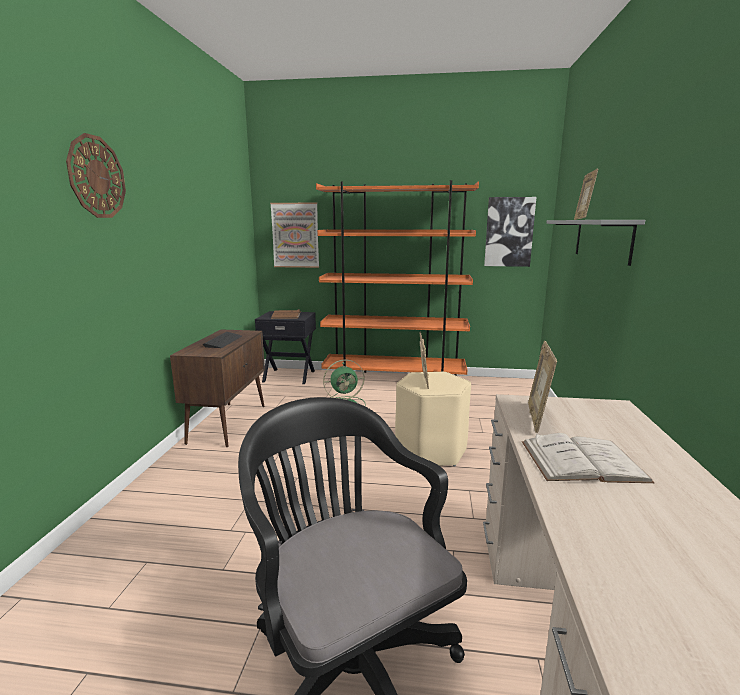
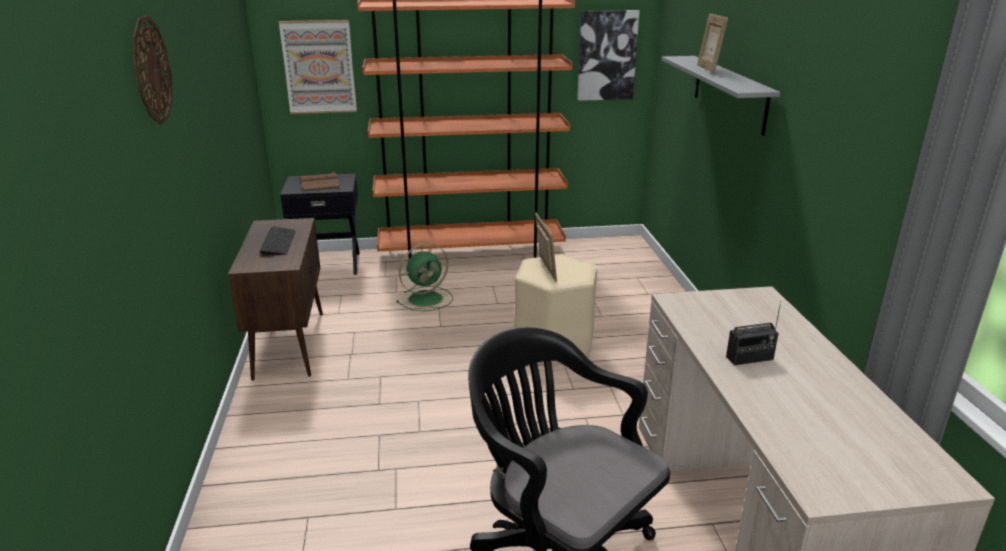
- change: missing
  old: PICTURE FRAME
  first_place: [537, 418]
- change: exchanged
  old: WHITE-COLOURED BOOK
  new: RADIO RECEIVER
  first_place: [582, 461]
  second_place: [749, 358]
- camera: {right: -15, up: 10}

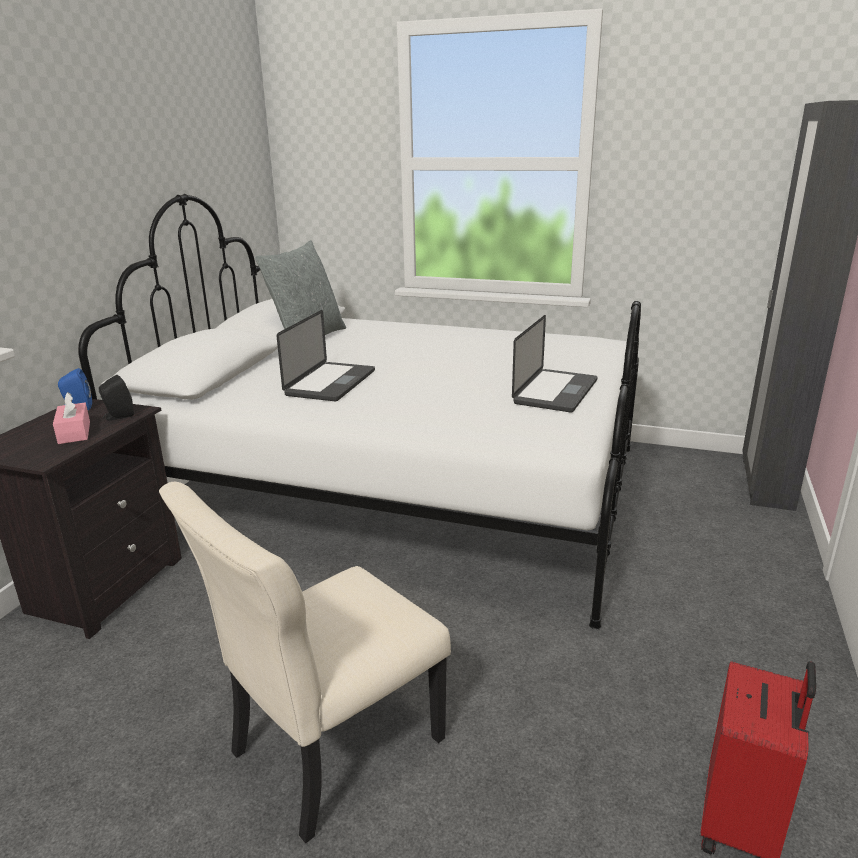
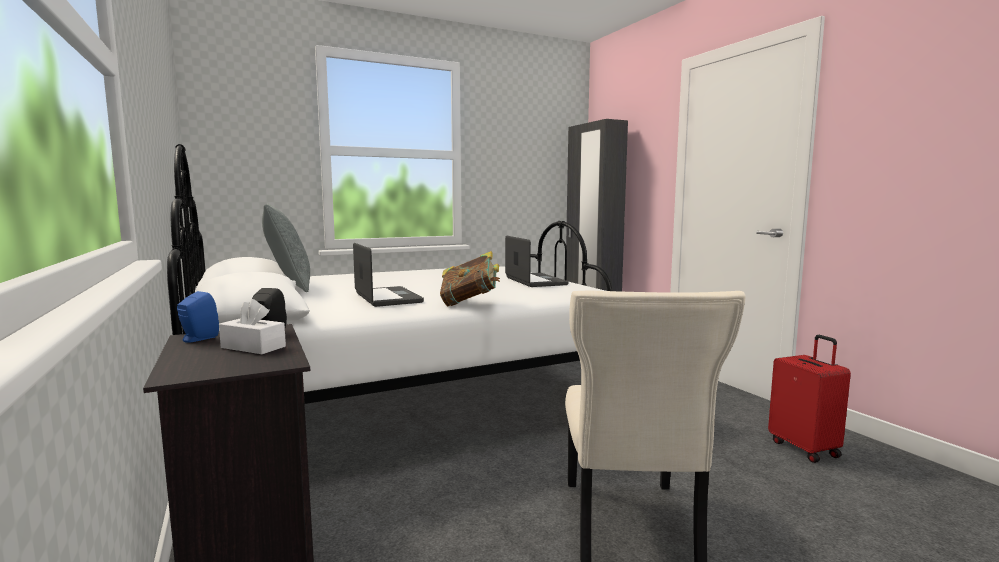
- change: appeared
  new: BOOK
  second_place: [470, 303]
- change: colour
  old: PINKISH TISSUE BOX
  new: WHITE-COLOURED TISSUE BOX
  first_place: [74, 432]
  second_place: [253, 347]
- camera: {right: -45, up: -15}

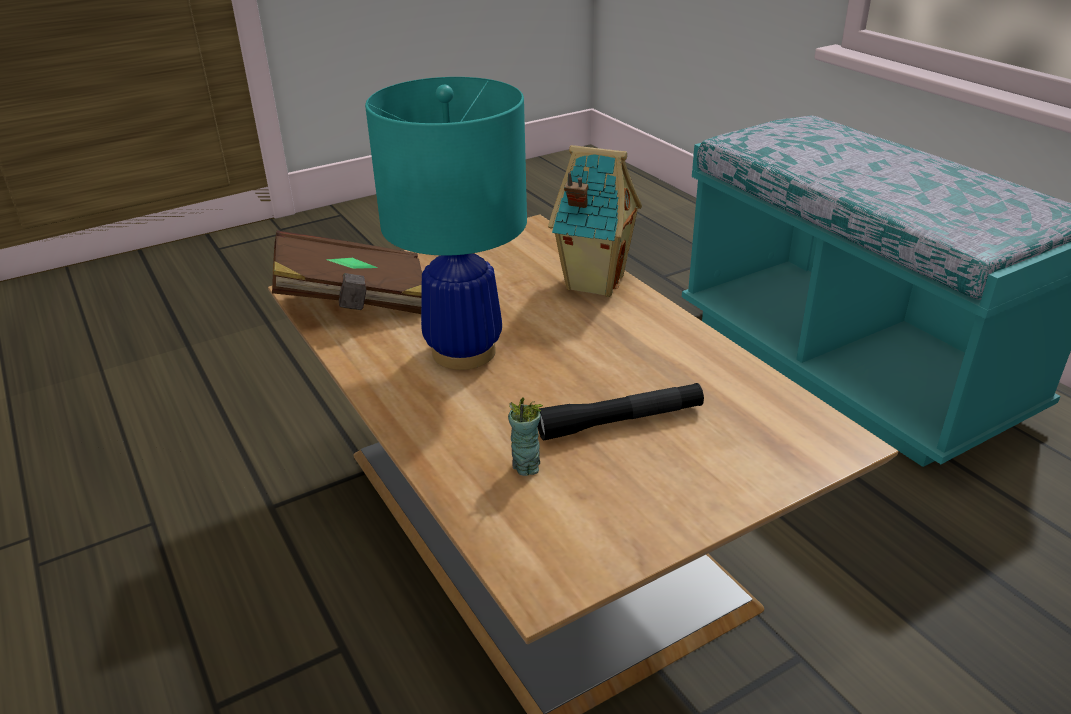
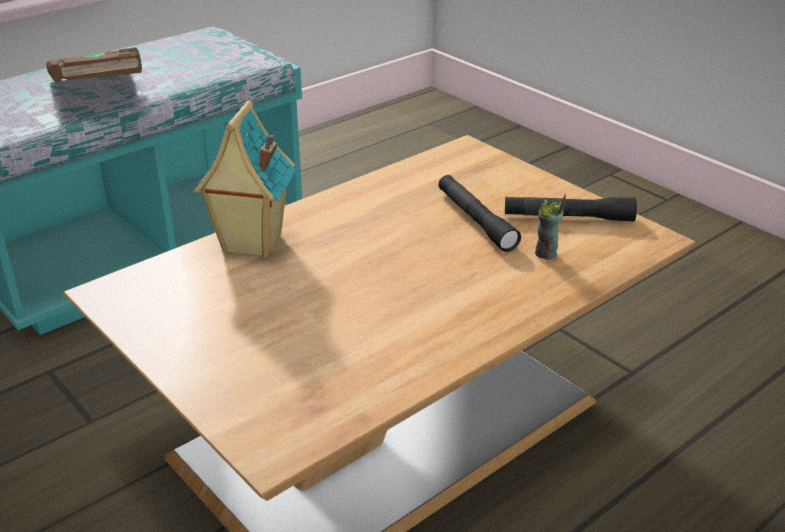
- change: missing
  old: TURQUOISE TABLETOP LAMP
  first_place: [463, 352]
- change: appeared
  new: BLACKISH HAND TORCH
  second_place: [568, 217]
- change: relocated
  old: BROWN BOOK
  first_place: [354, 301]
  second_place: [100, 91]
- camera: {right: -100, up: 0}

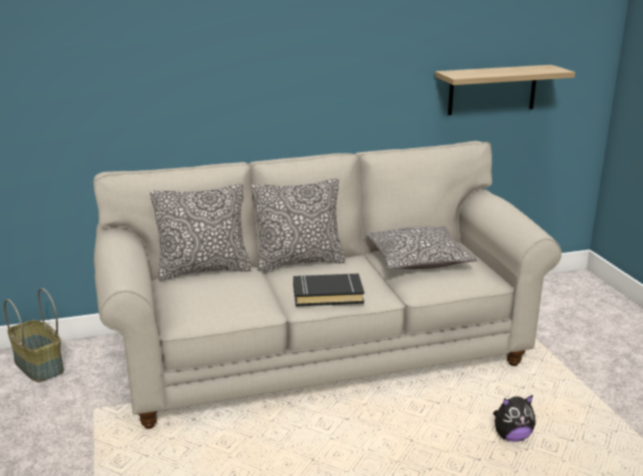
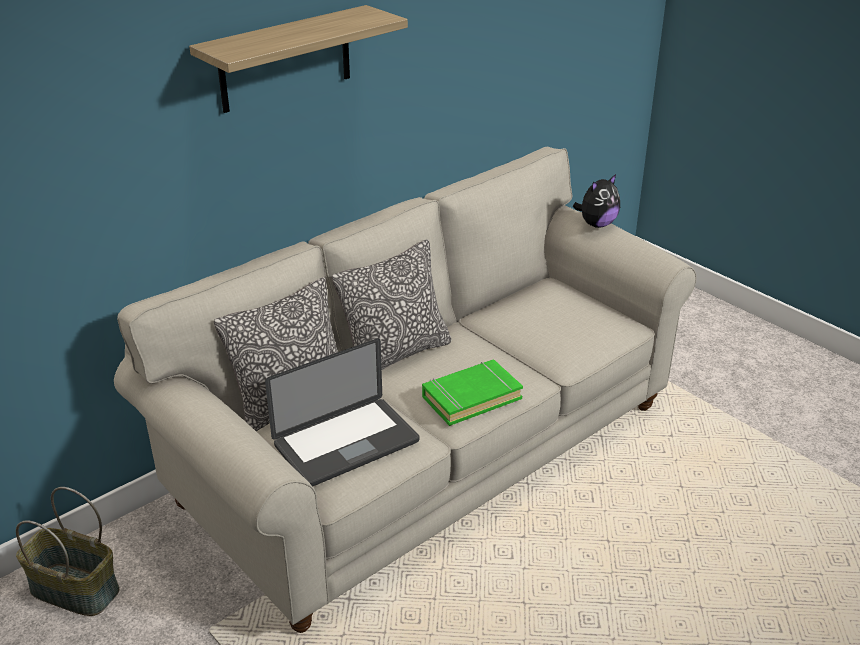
- change: missing
  old: CUSHION
  first_place: [418, 260]
- change: appeared
  new: NOTEBOOK COMPUTER
  second_place: [346, 443]
- change: relocated
  old: WALL SHELF
  first_place: [492, 90]
  second_place: [285, 59]
- change: relocated
  old: CUDDLY TOY
  first_place: [511, 437]
  second_place: [596, 224]
- change: colour
  old: BLACKISH BOOK
  new: GREEN BOOK
  first_place: [327, 295]
  second_place: [471, 397]
- camera: {right: -25, up: 10}

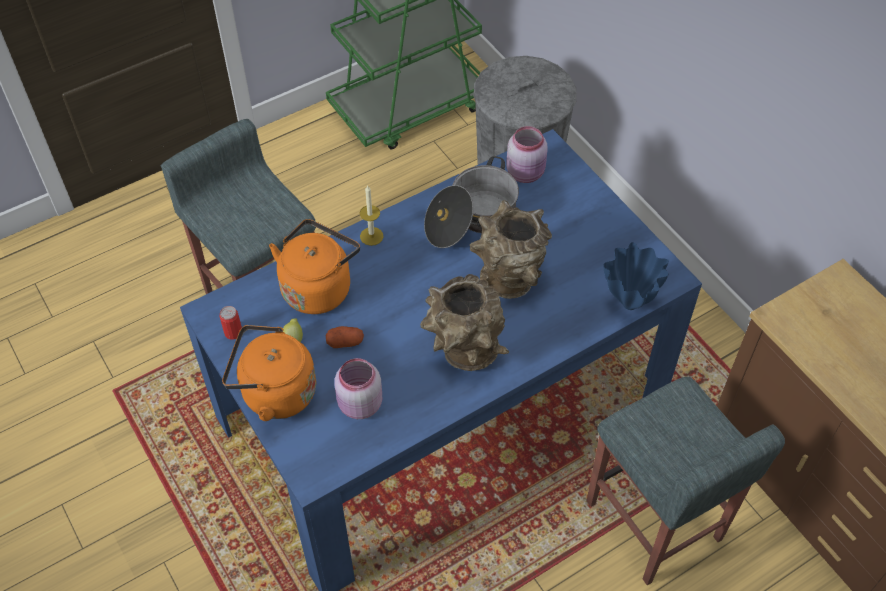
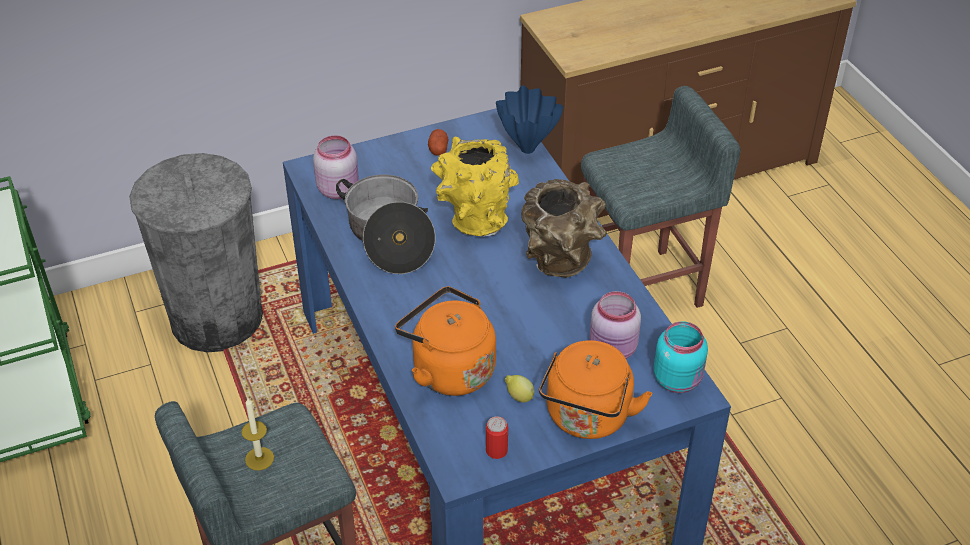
- change: appeared
  new: TURQUOISE PRESERVE JAR
  second_place: [678, 379]
- change: relocated
  old: SPUD
  first_place: [345, 342]
  second_place: [438, 149]
- change: relocated
  old: WAX LIGHT
  first_place: [371, 236]
  second_place: [259, 458]
- change: colour
  old: BROWN DECORATIVE VASE
  new: YELLOW DECORATIVE VASE
  first_place: [508, 276]
  second_place: [473, 221]
- camera: {right: -80, up: -10}

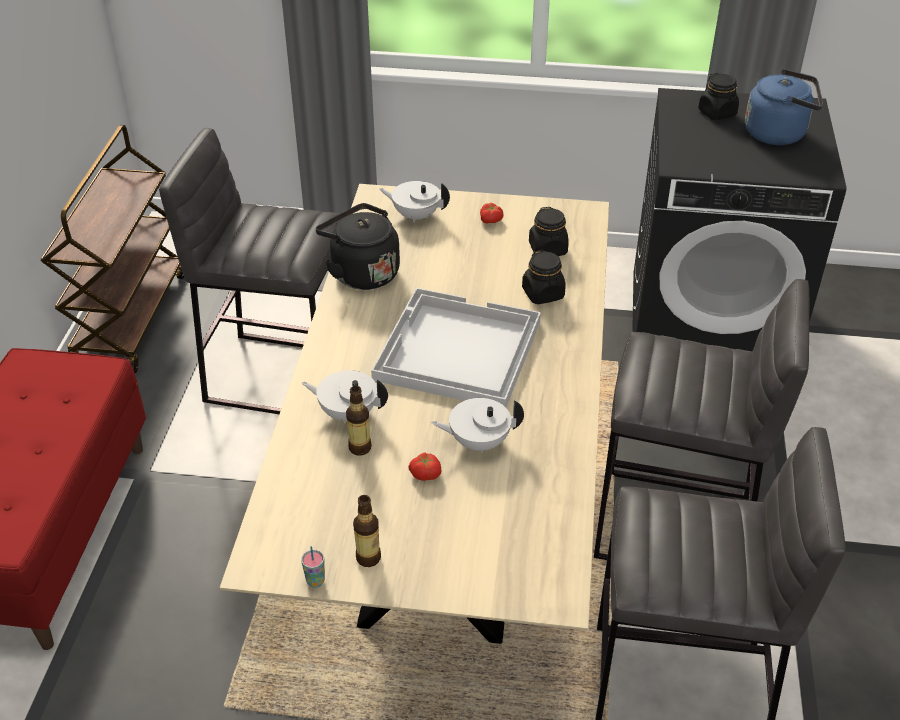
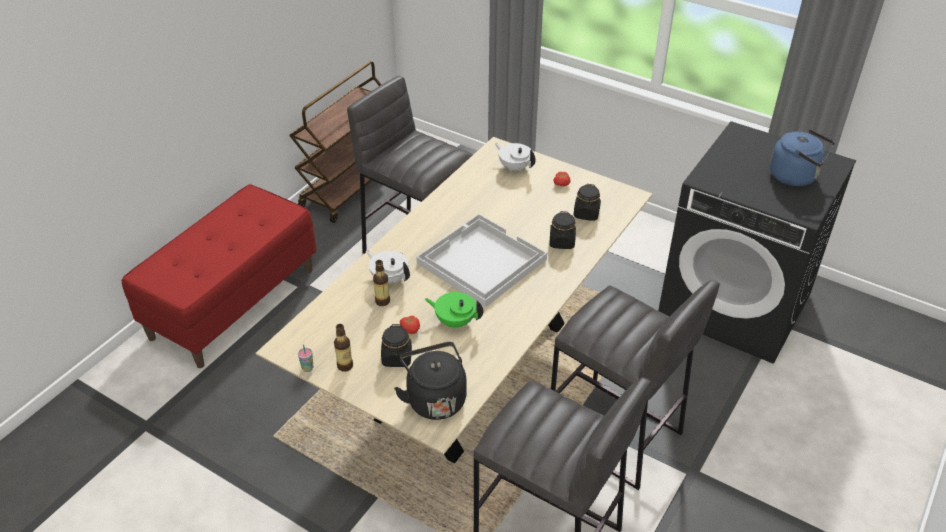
- change: relocated
  old: BLACKISH KETTLE
  first_place: [361, 272]
  second_place: [434, 398]
- change: relocated
  old: BLACKISH PRESERVE JAR
  first_place: [717, 113]
  second_place: [397, 358]
- change: colour
  old: WHITE-COLOURED TEA POT
  new: GREEN TEA POT
  first_place: [478, 442]
  second_place: [455, 321]
- camera: {right: 25, up: 0}

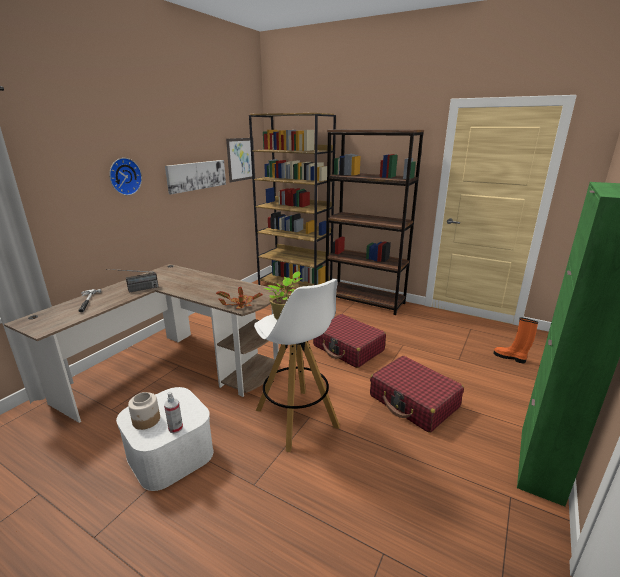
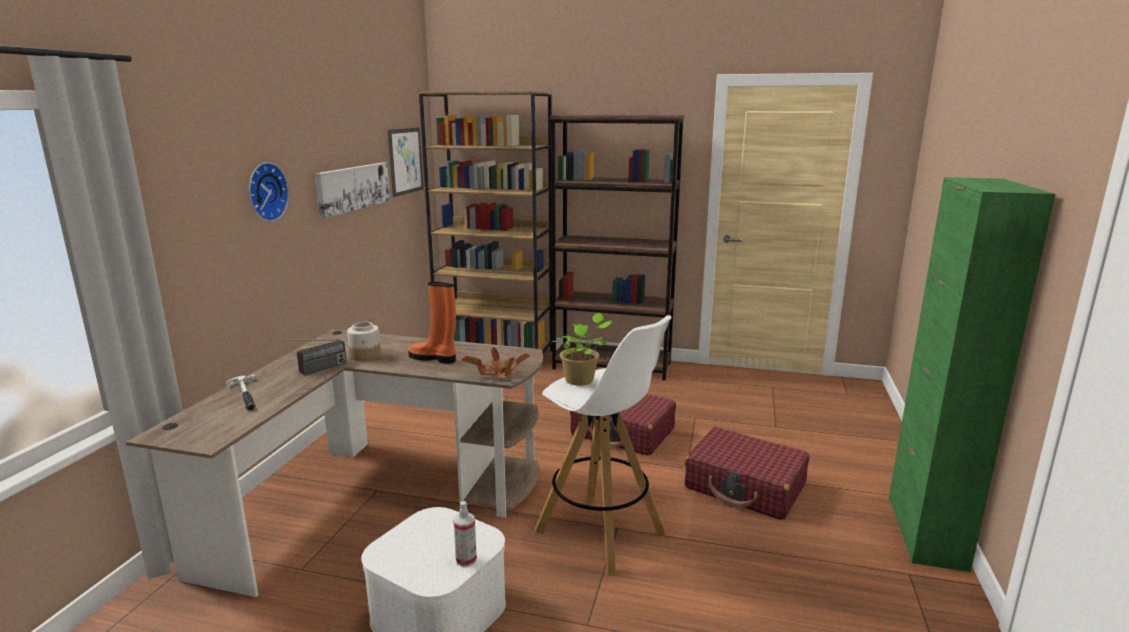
- change: relocated
  old: PRESERVE JAR
  first_place: [146, 420]
  second_place: [365, 355]
- change: relocated
  old: ORANGEY TALL BOOT
  first_place: [510, 357]
  second_place: [434, 358]
- camera: {right: -15, up: -5}

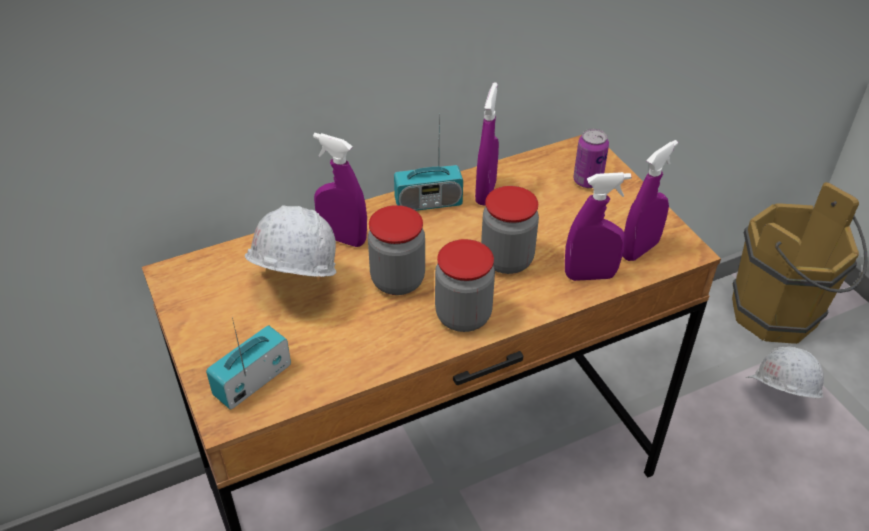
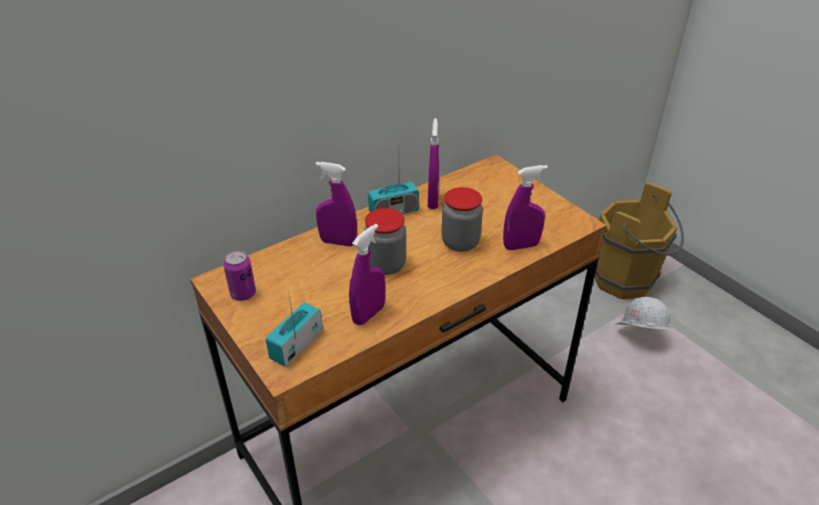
- change: missing
  old: WHITE-COLOURED WORK HELMET
  first_place: [293, 291]
- change: missing
  old: PRESERVE JAR
  first_place: [463, 316]
- change: relocated
  old: CAN
  first_place: [587, 181]
  second_place: [243, 294]
- change: relocated
  old: PURPLISH HAND SPRAYER
  first_place: [639, 249]
  second_place: [368, 314]
- camera: {right: -10, up: -5}

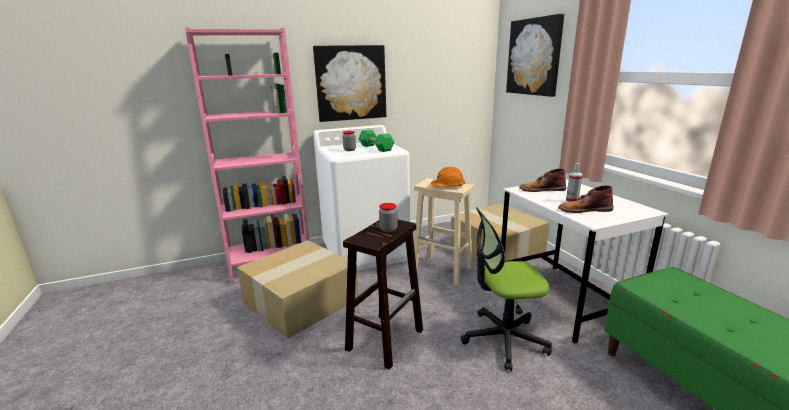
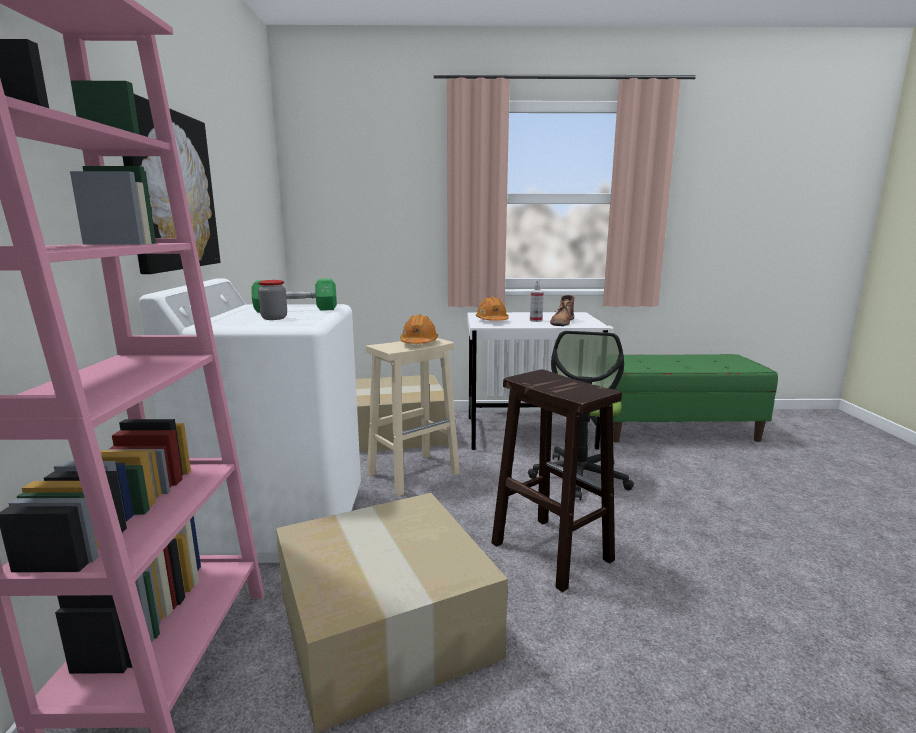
- change: missing
  old: PRESERVE JAR
  first_place: [388, 229]
- change: missing
  old: PICTURE
  first_place: [534, 57]
- change: exchanged
  old: BROWN TALL BOOT
  new: ORANGEY WORK HELMET
  first_place: [541, 189]
  second_place: [492, 321]
- camera: {right: -70, up: -5}

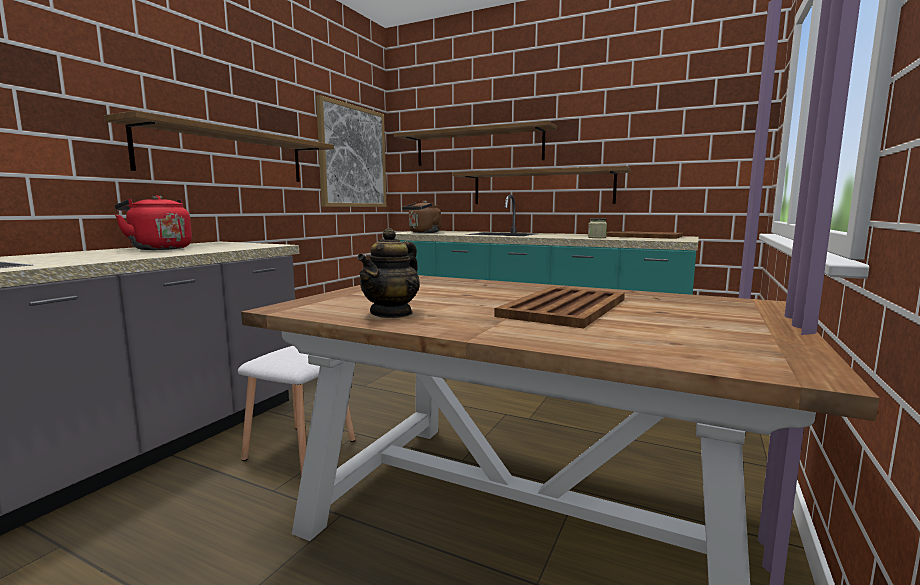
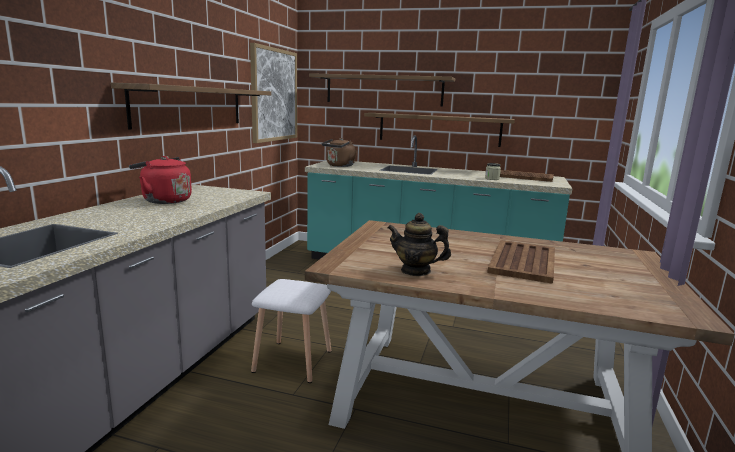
- change: spun
  old: TEA POT
  first_place: [392, 313]
  second_place: [416, 271]
  degrees: 90
- camera: {right: -10, up: 5}

